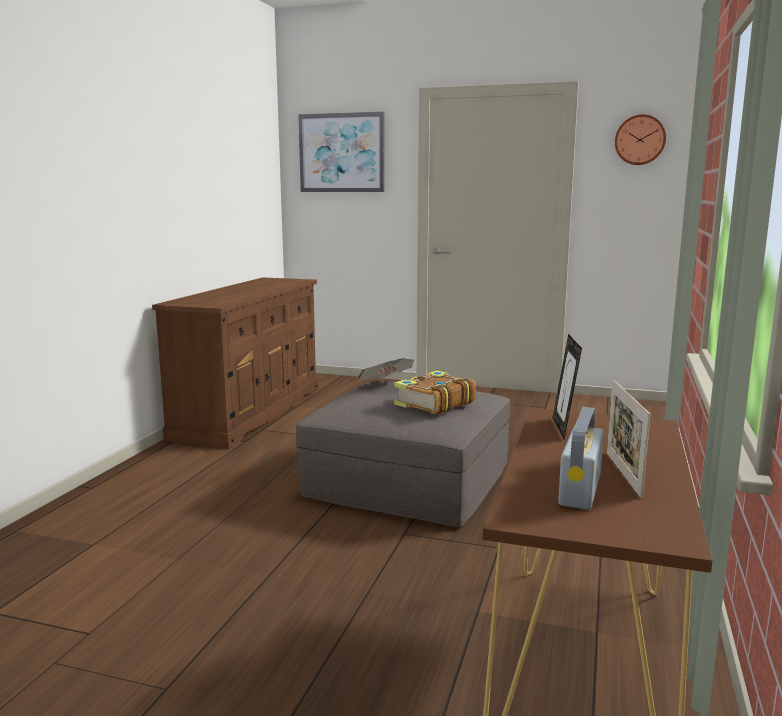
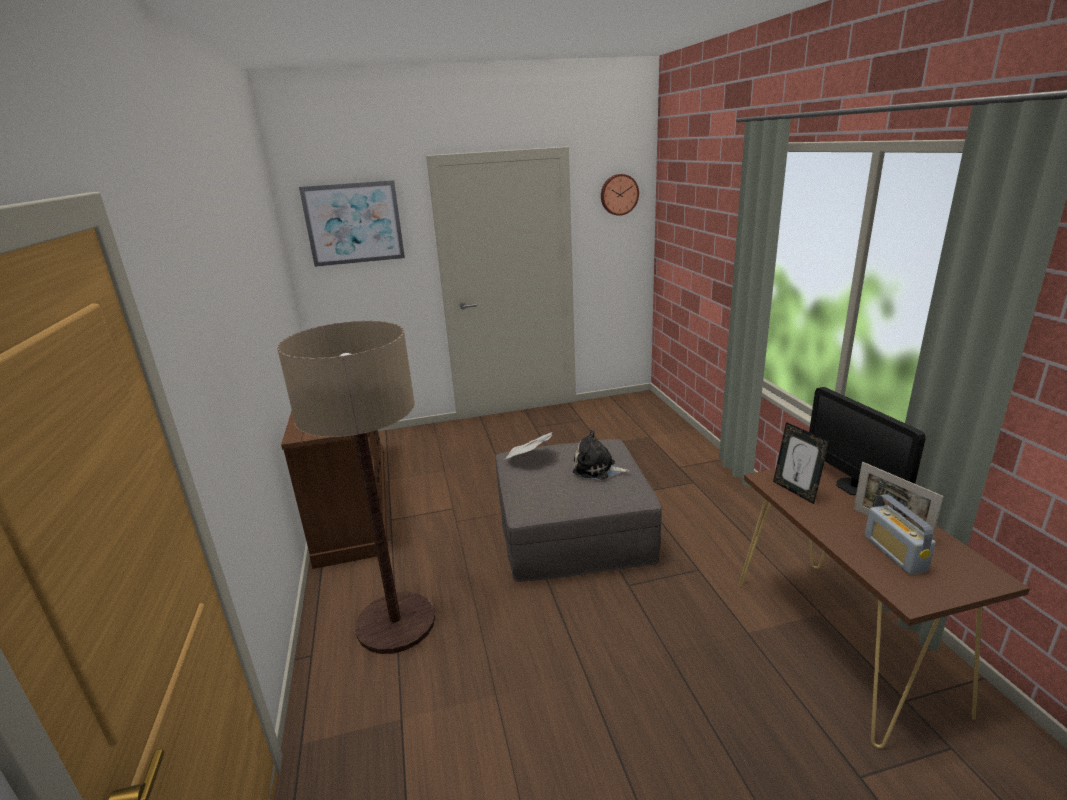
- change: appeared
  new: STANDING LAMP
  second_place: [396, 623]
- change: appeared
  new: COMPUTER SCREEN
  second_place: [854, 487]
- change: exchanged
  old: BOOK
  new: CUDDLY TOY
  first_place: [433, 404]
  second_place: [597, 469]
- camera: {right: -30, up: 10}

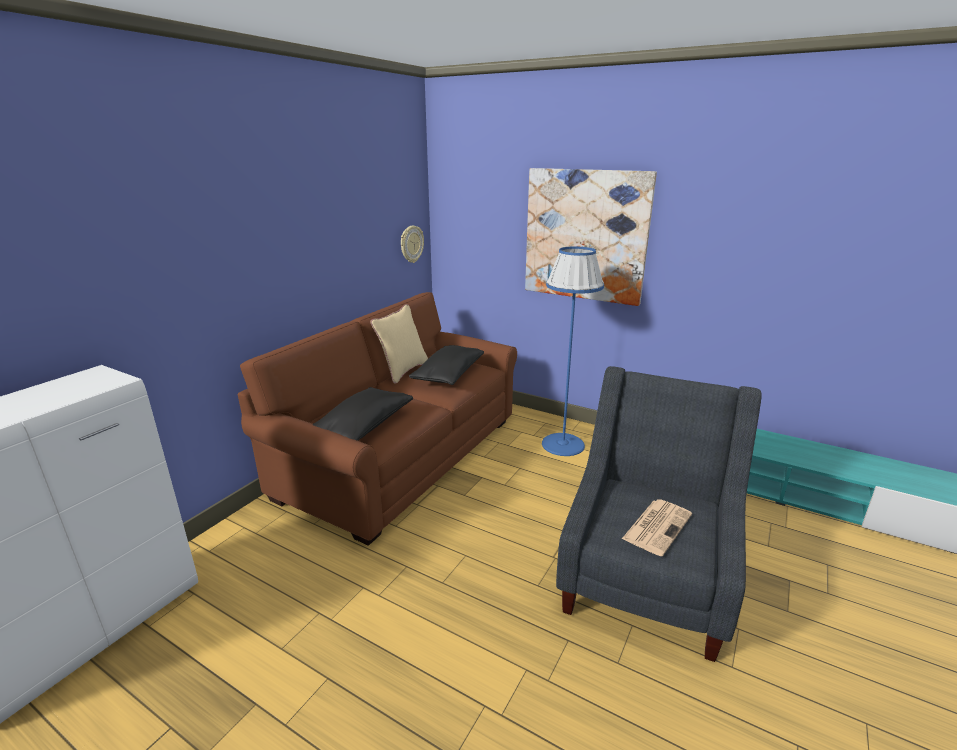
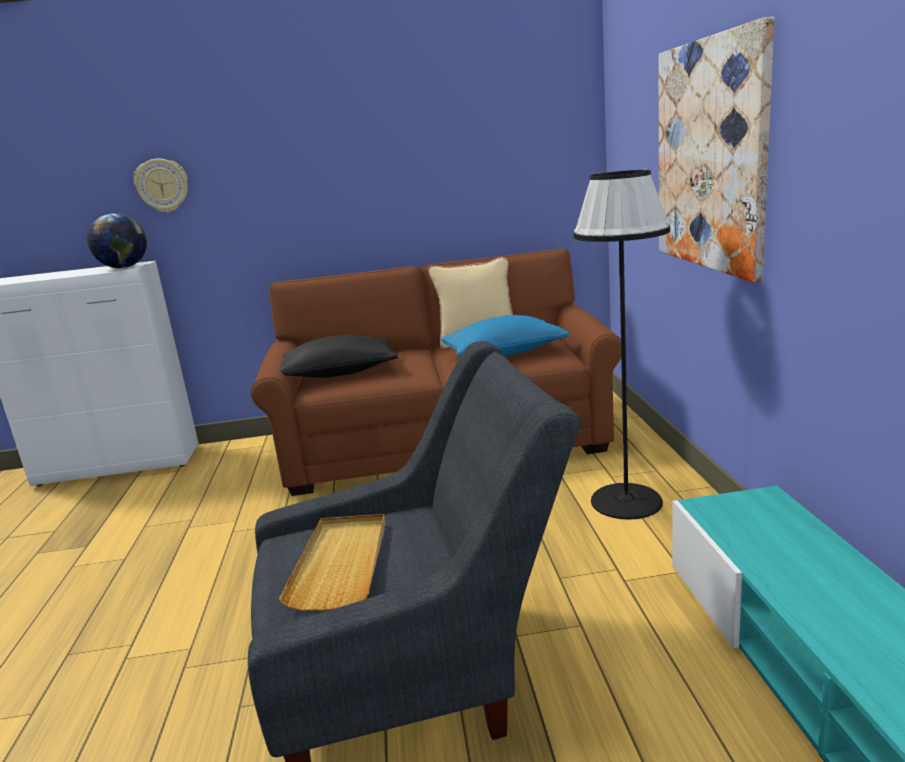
- change: appeared
  new: GLOBE
  second_place: [124, 267]
- change: relocated
  old: CLOCK ON THE WALL
  first_place: [411, 244]
  second_place: [162, 185]
- change: exchanged
  old: PRINTED PAPER
  new: SAND-COLOURED SERVING TRAY
  first_place: [657, 526]
  second_place: [341, 563]
- change: colour
  old: BLACKISH CUSHION
  new: BLUE CUSHION
  first_place: [448, 375]
  second_place: [504, 353]
- change: colour
  old: BLUE STANDING LAMP
  new: BLACKISH STANDING LAMP
  first_place: [563, 444]
  second_place: [626, 501]
- camera: {right: 55, up: -5}

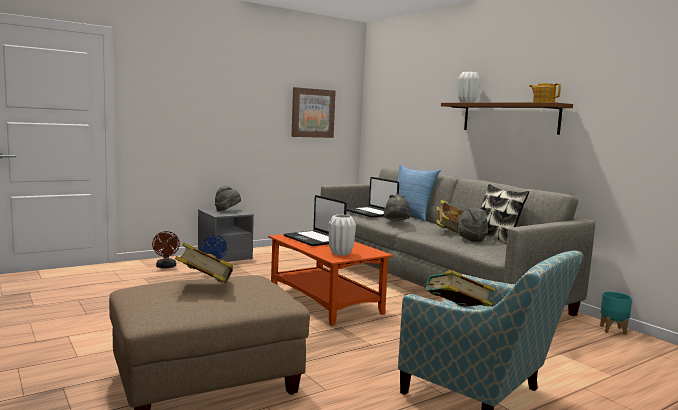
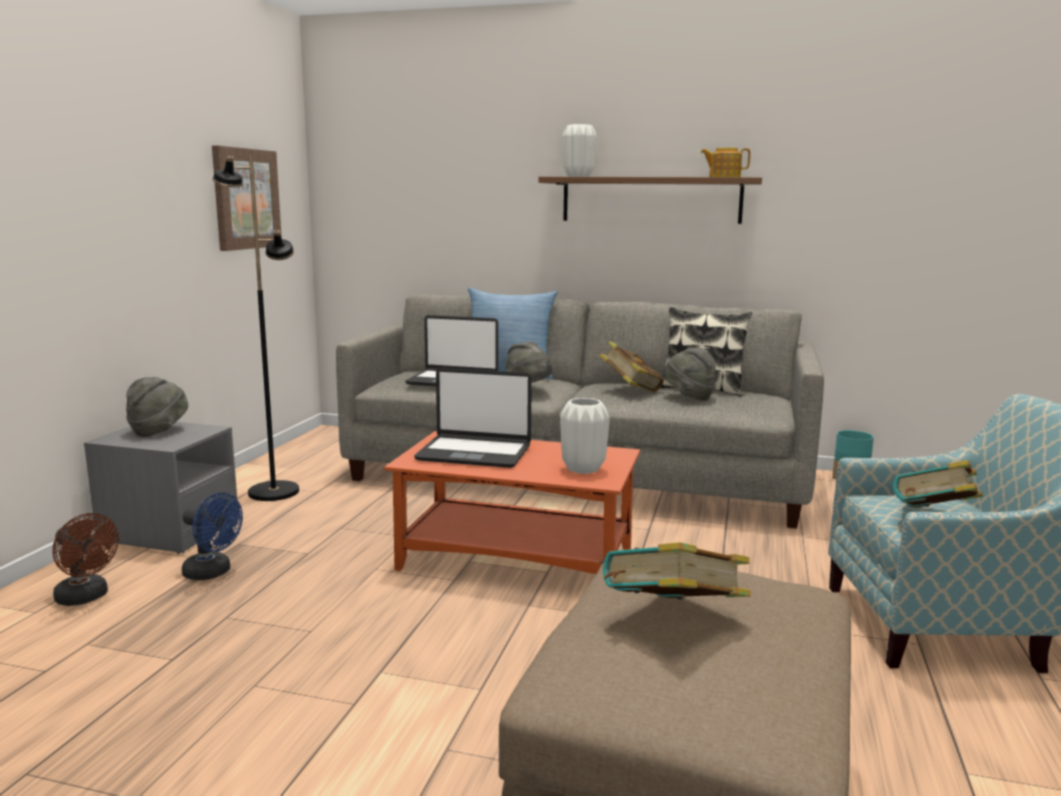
- change: appeared
  new: BLACKISH STANDING LAMP
  second_place: [273, 492]
- camera: {right: -40, up: 5}

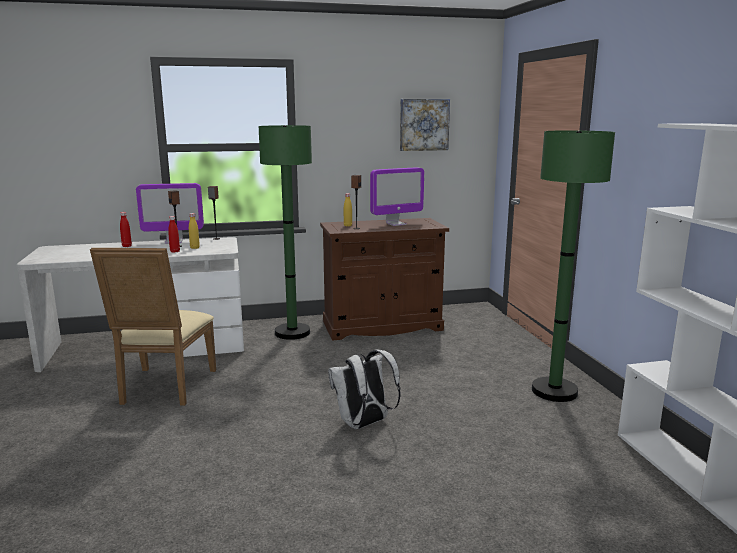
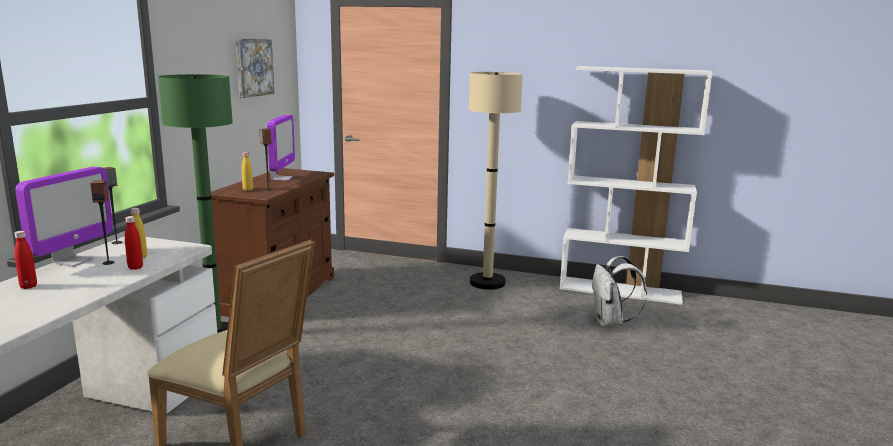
- change: relocated
  old: WHITE-COLOURED KNAPSACK
  first_place: [364, 424]
  second_place: [610, 322]
- change: colour
  old: GREEN STANDING LAMP
  new: SAND-COLOURED STANDING LAMP
  first_place: [554, 391]
  second_place: [487, 282]
- camera: {right: -60, up: 0}

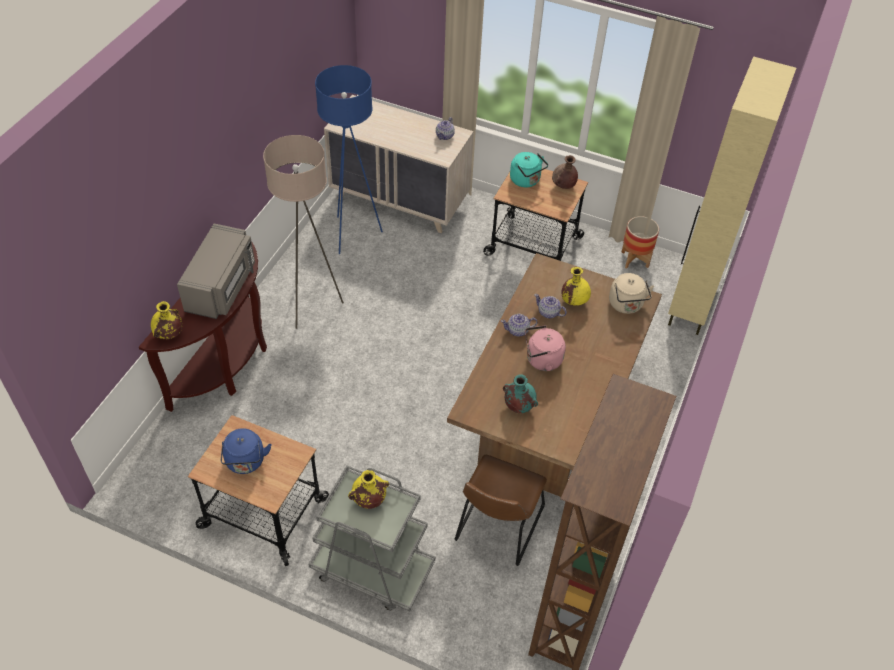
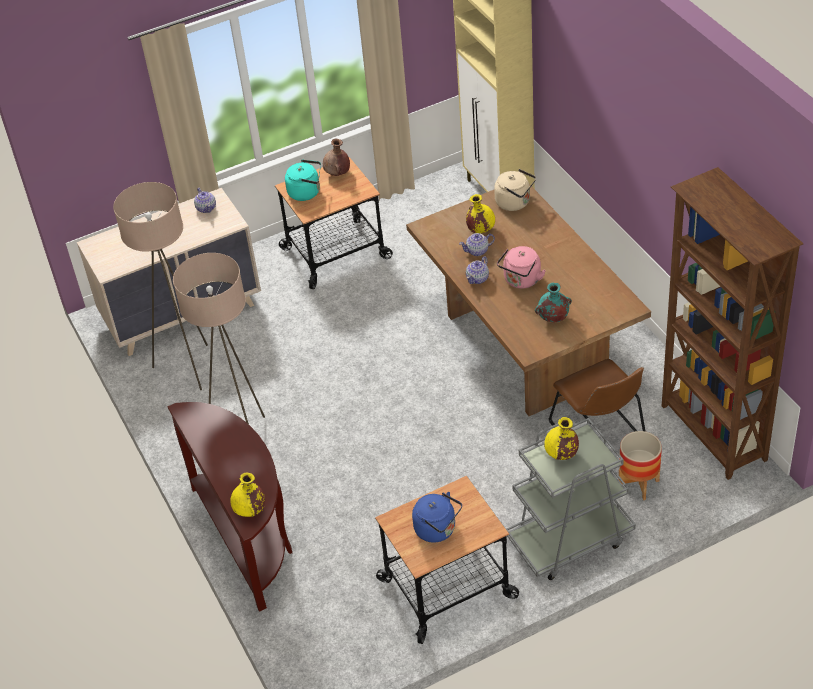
- change: missing
  old: GREY MICROWAVE OVEN
  first_place: [222, 287]
- change: relocated
  old: PLANT POT
  first_place: [634, 259]
  second_place: [638, 484]
- change: colour
  old: BLUE STANDING LAMP
  new: SAND-COLOURED STANDING LAMP
  first_place: [352, 234]
  second_place: [187, 367]
- camera: {right: -45, up: -5}

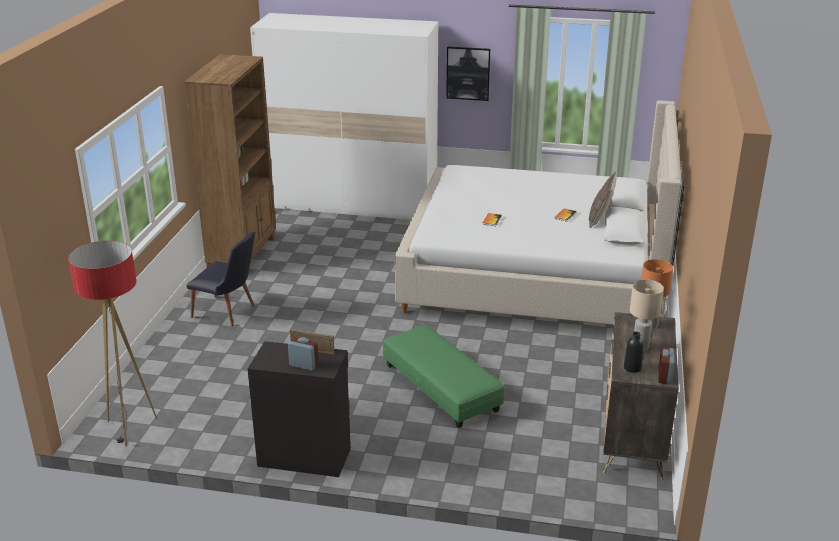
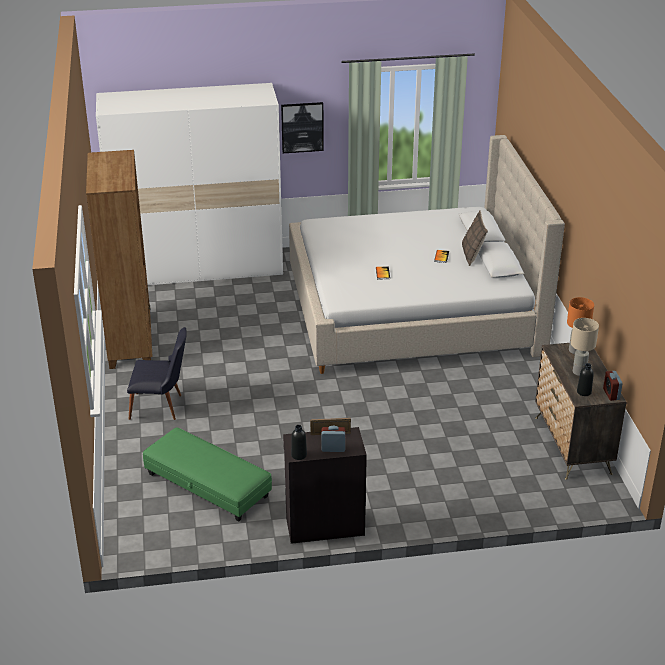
- change: missing
  old: STANDING LAMP
  first_place: [130, 429]
- change: appeared
  new: BLACKISH DRINK BOTTLE
  second_place: [299, 455]
- change: relocated
  old: GREEN POUFFE
  first_place: [441, 388]
  second_place: [208, 485]
- camera: {right: -20, up: 5}

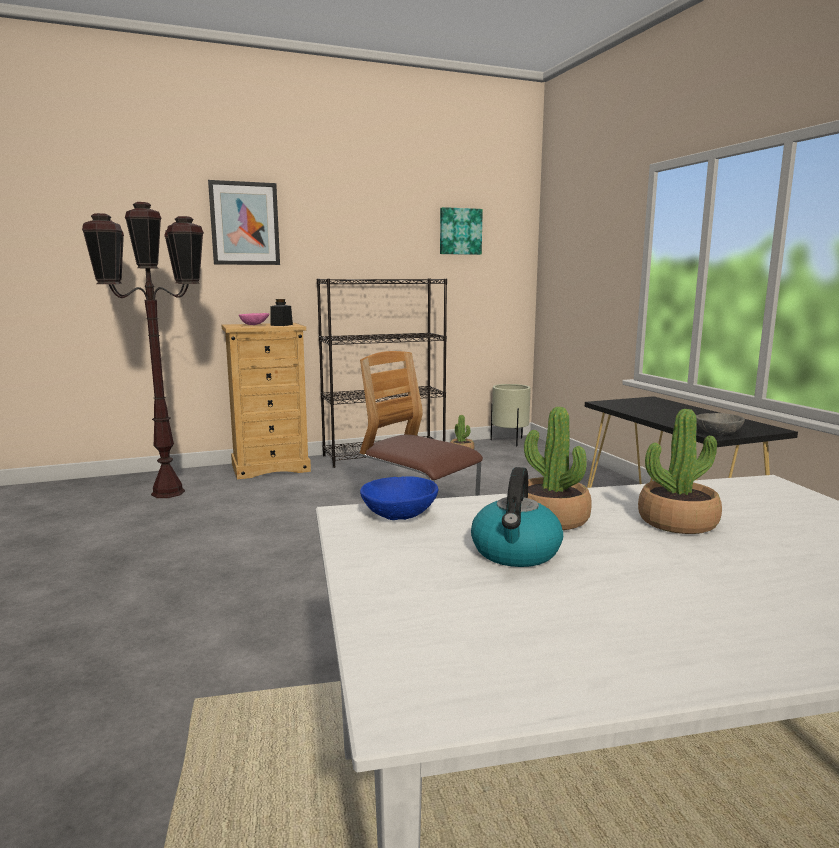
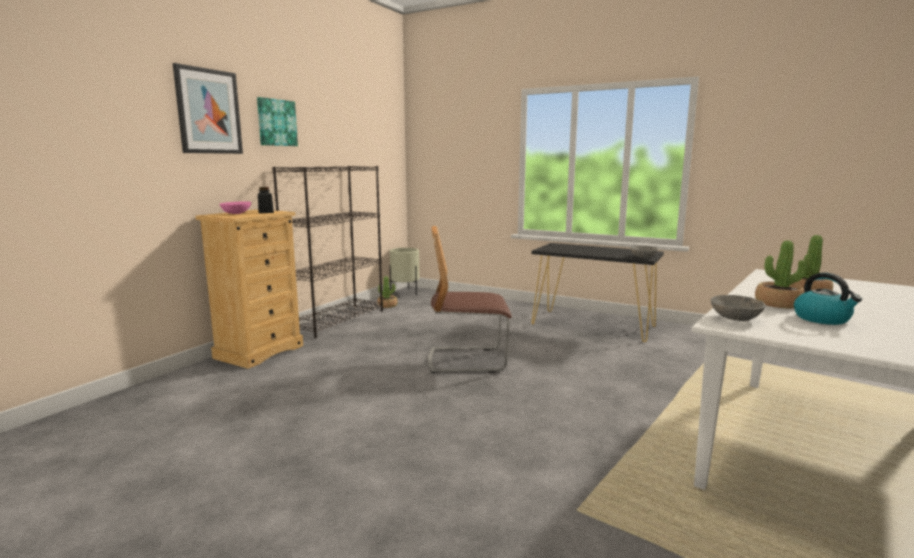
- change: missing
  old: BROWN STANDING LAMP
  first_place: [169, 493]
- change: relocated
  old: PICTURE
  first_place: [460, 231]
  second_place: [276, 122]
- change: colour
  old: BLUE BOWL
  new: GREY BOWL
  first_place: [400, 514]
  second_place: [735, 318]
- camera: {right: -40, up: 0}

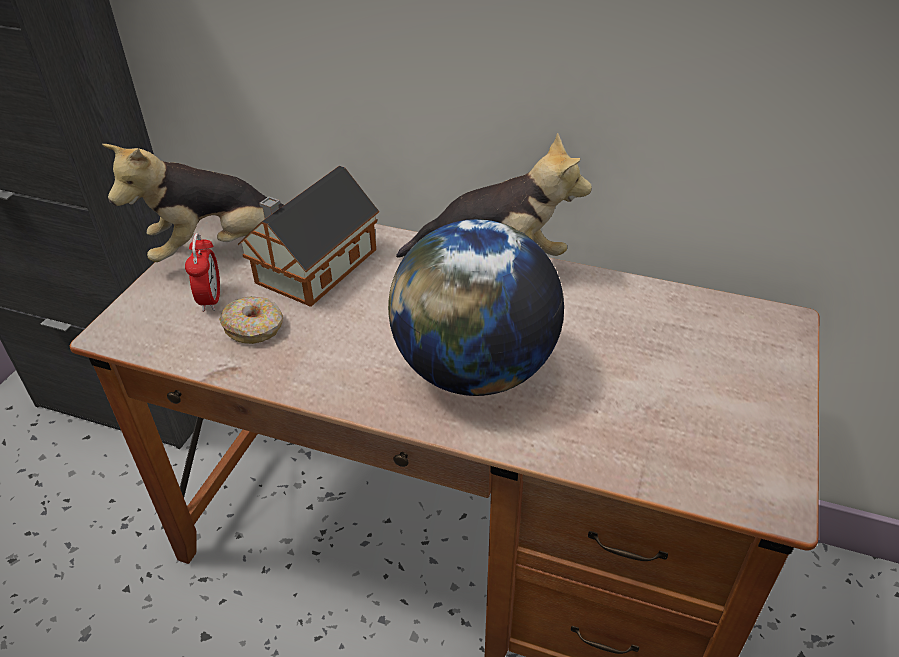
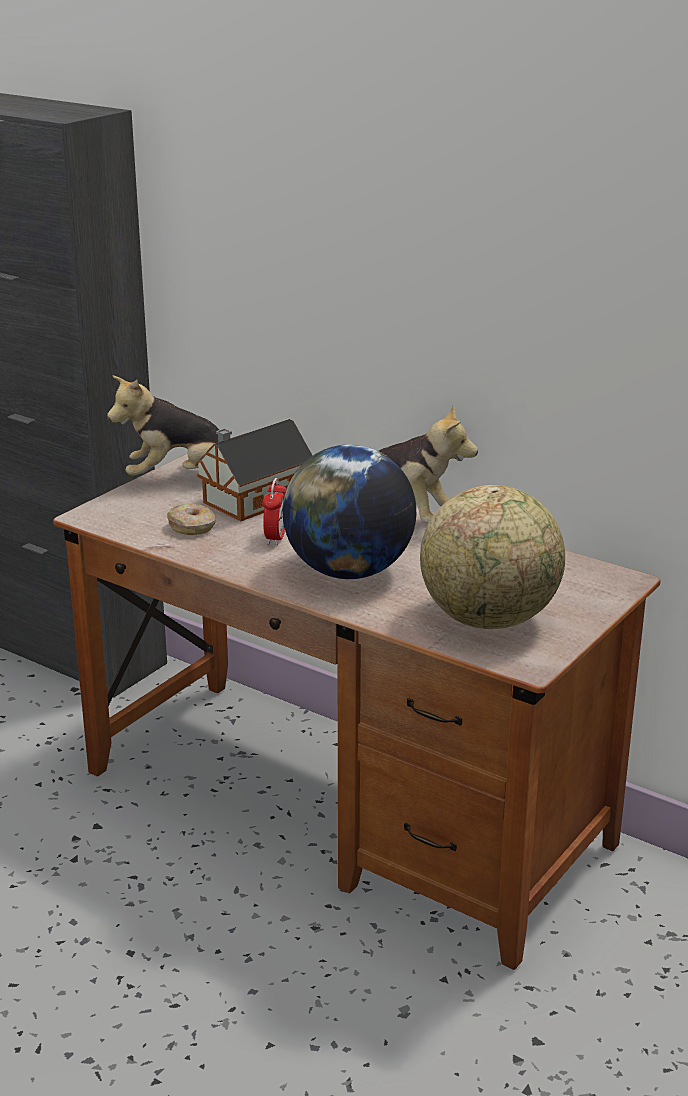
- change: appeared
  new: GLOBE
  second_place: [490, 619]
- change: relocated
  old: BEDSIDE CLOCK
  first_place: [211, 299]
  second_place: [275, 538]
- camera: {right: 15, up: -15}

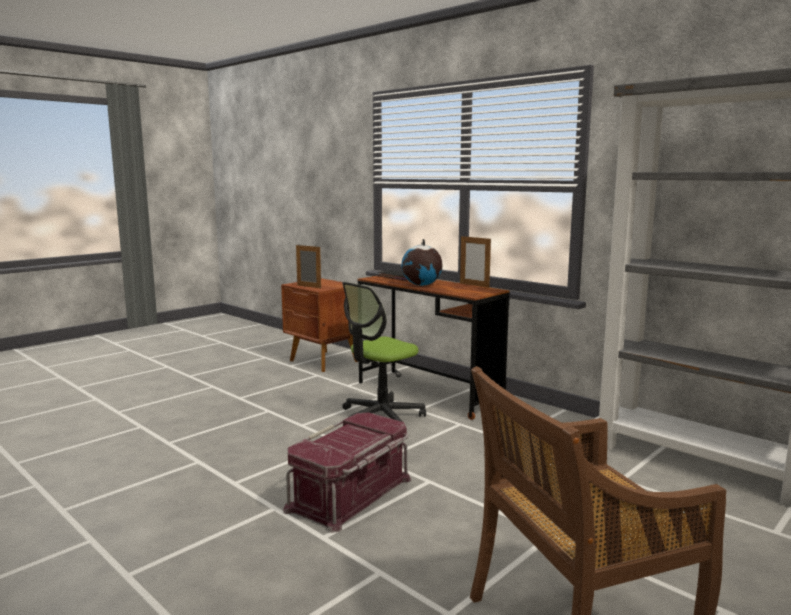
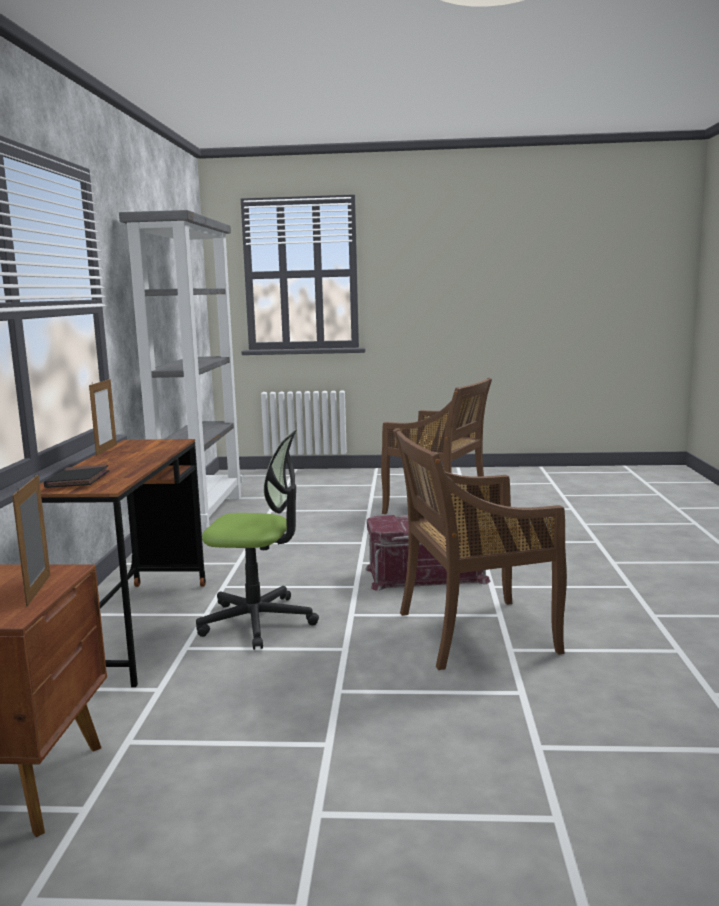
- change: missing
  old: GLOBE
  first_place: [421, 285]
- change: appeared
  new: BROWN PLAIN CHAIR
  second_place: [473, 633]
- camera: {right: -130, up: 0}

